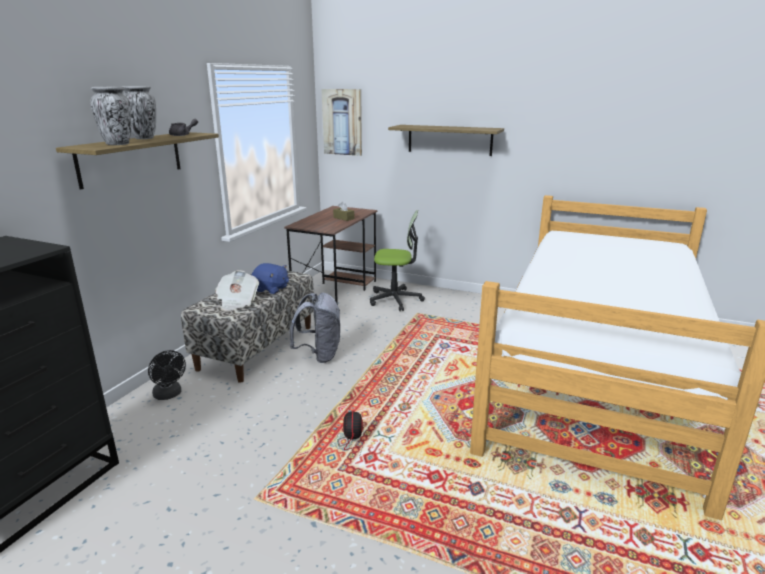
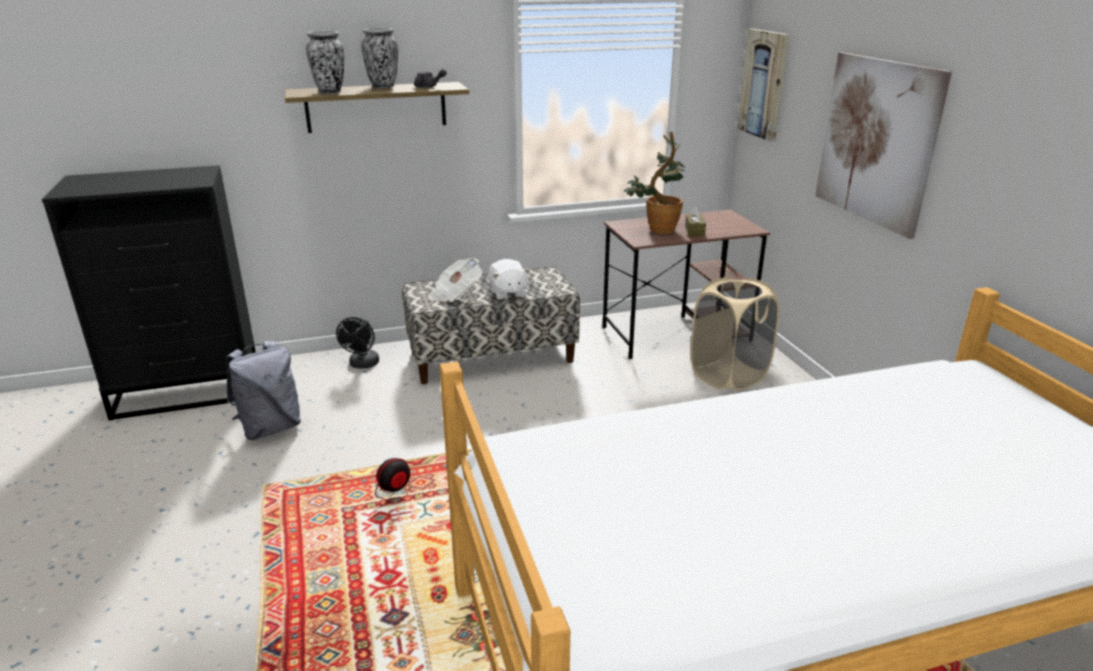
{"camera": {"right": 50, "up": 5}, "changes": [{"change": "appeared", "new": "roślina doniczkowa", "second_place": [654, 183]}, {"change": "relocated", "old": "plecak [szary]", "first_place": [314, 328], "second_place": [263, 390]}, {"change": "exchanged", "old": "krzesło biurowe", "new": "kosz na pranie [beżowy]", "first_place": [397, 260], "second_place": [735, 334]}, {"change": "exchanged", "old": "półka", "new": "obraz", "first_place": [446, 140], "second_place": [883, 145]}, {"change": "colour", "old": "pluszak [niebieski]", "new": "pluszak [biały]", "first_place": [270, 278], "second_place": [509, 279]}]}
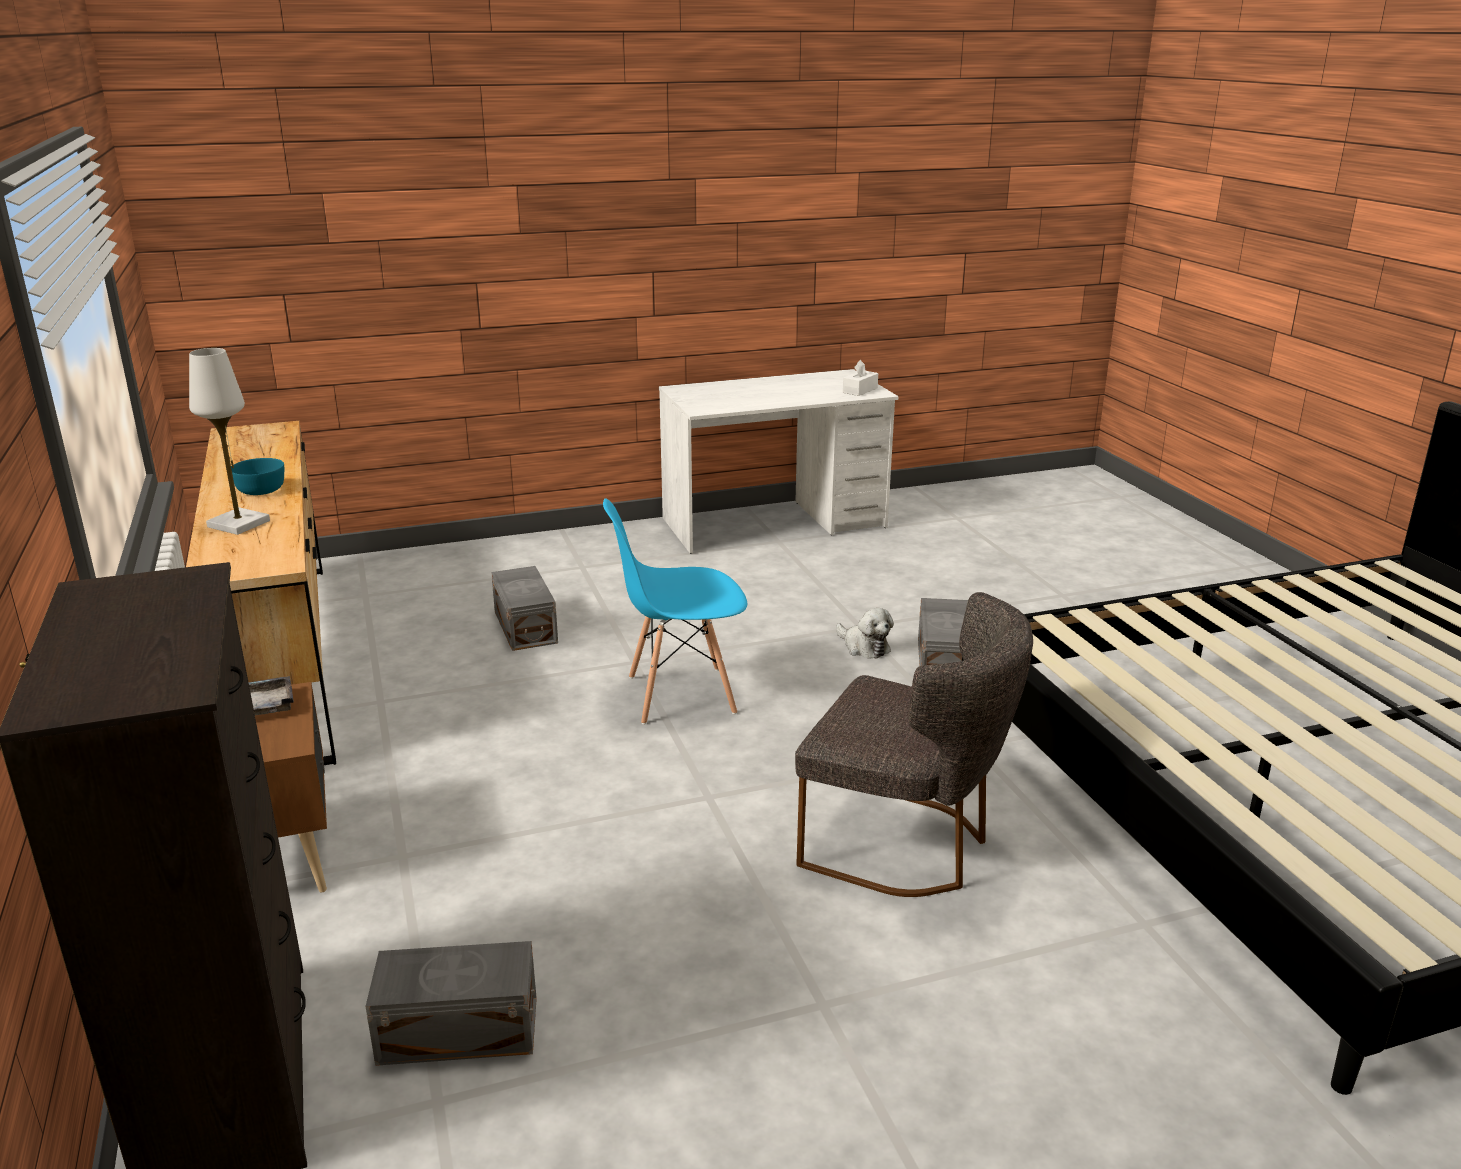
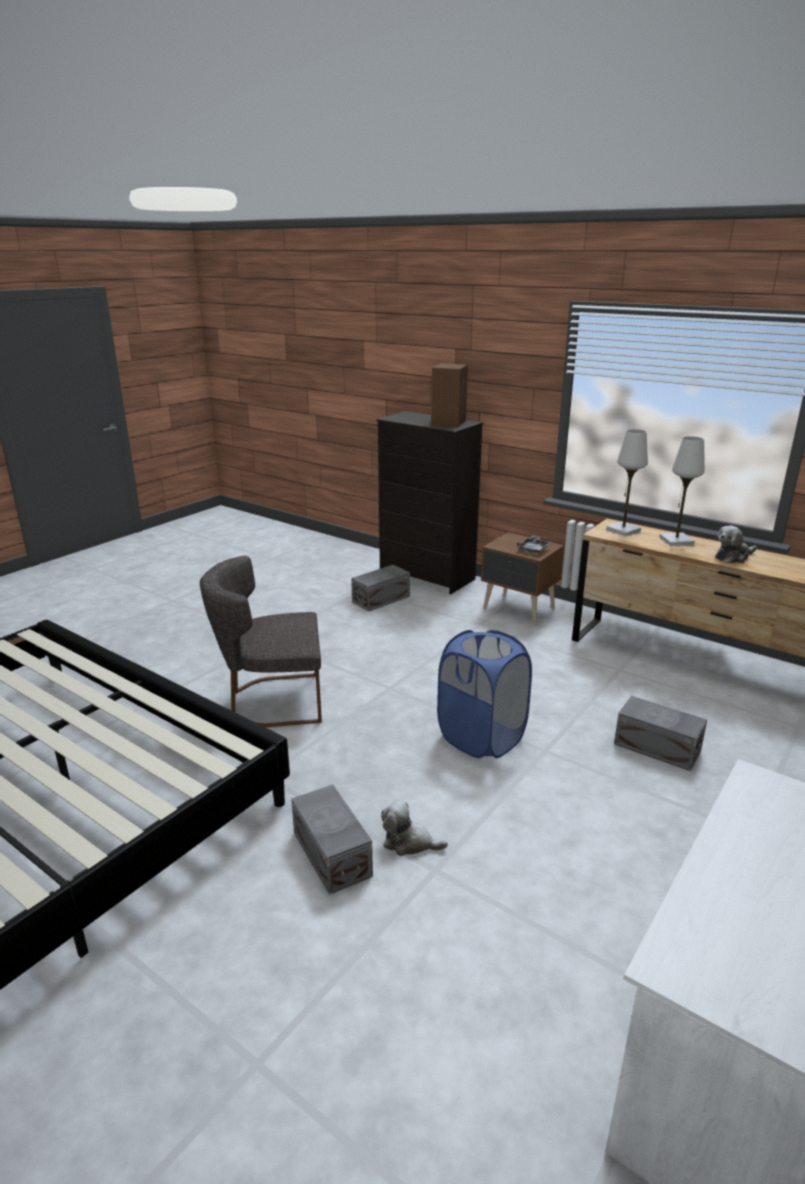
{"camera": {"right": 145, "up": 0}, "changes": [{"change": "missing", "old": "pudełko chusteczek [biały]", "first_place": [860, 378]}, {"change": "appeared", "new": "głośnik [brązowy]", "second_place": [449, 395]}, {"change": "appeared", "new": "lampa stołowa [biały]", "second_place": [627, 482]}, {"change": "exchanged", "old": "miska [turkusowy]", "new": "pluszak", "first_place": [257, 476], "second_place": [736, 545]}, {"change": "exchanged", "old": "krzesło [niebieski]", "new": "kosz na pranie [niebieski]", "first_place": [675, 611], "second_place": [484, 694]}]}
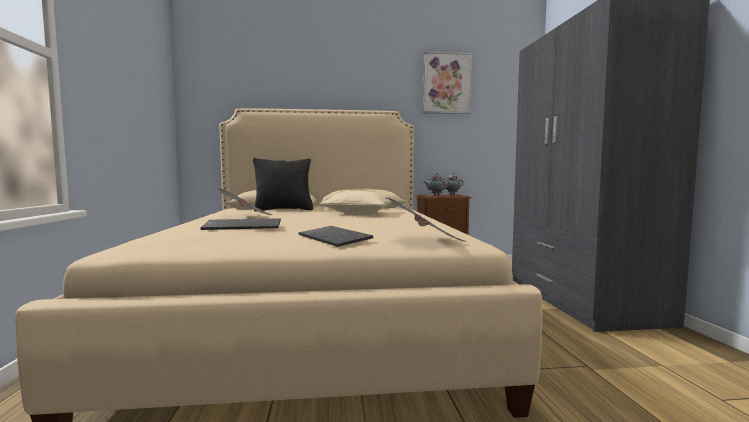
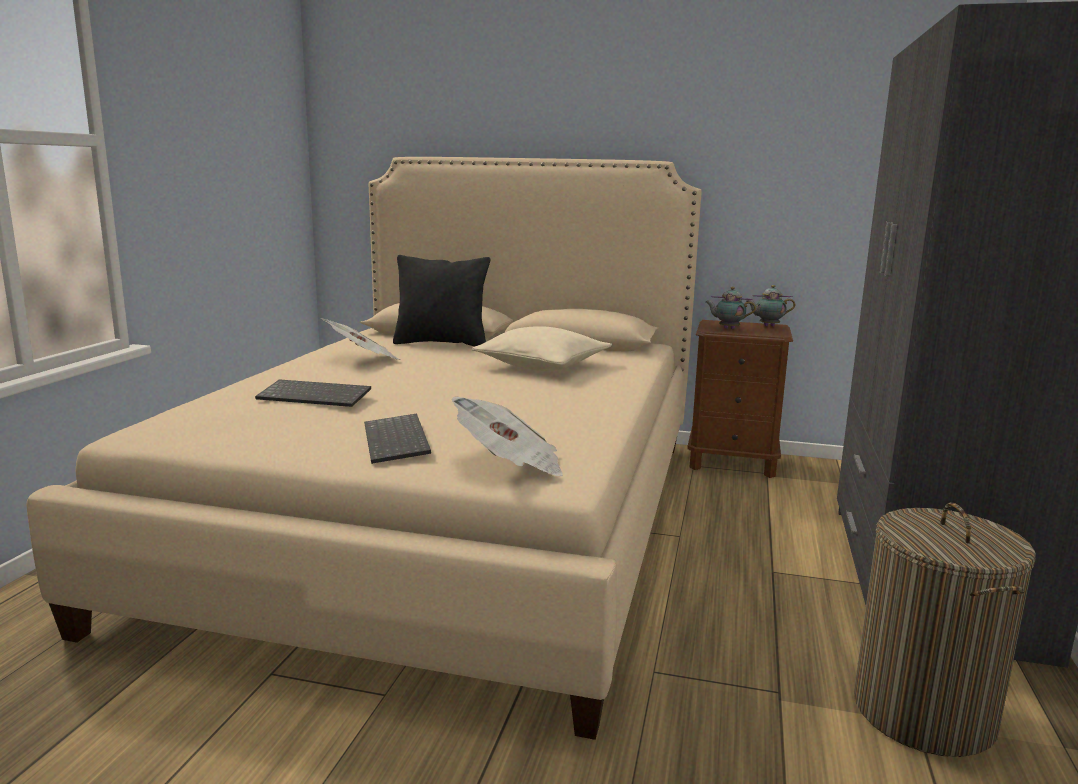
{"camera": {"right": 20, "up": 10}, "changes": [{"change": "missing", "old": "obraz", "first_place": [447, 83]}, {"change": "appeared", "new": "kosz na pranie", "second_place": [945, 630]}]}
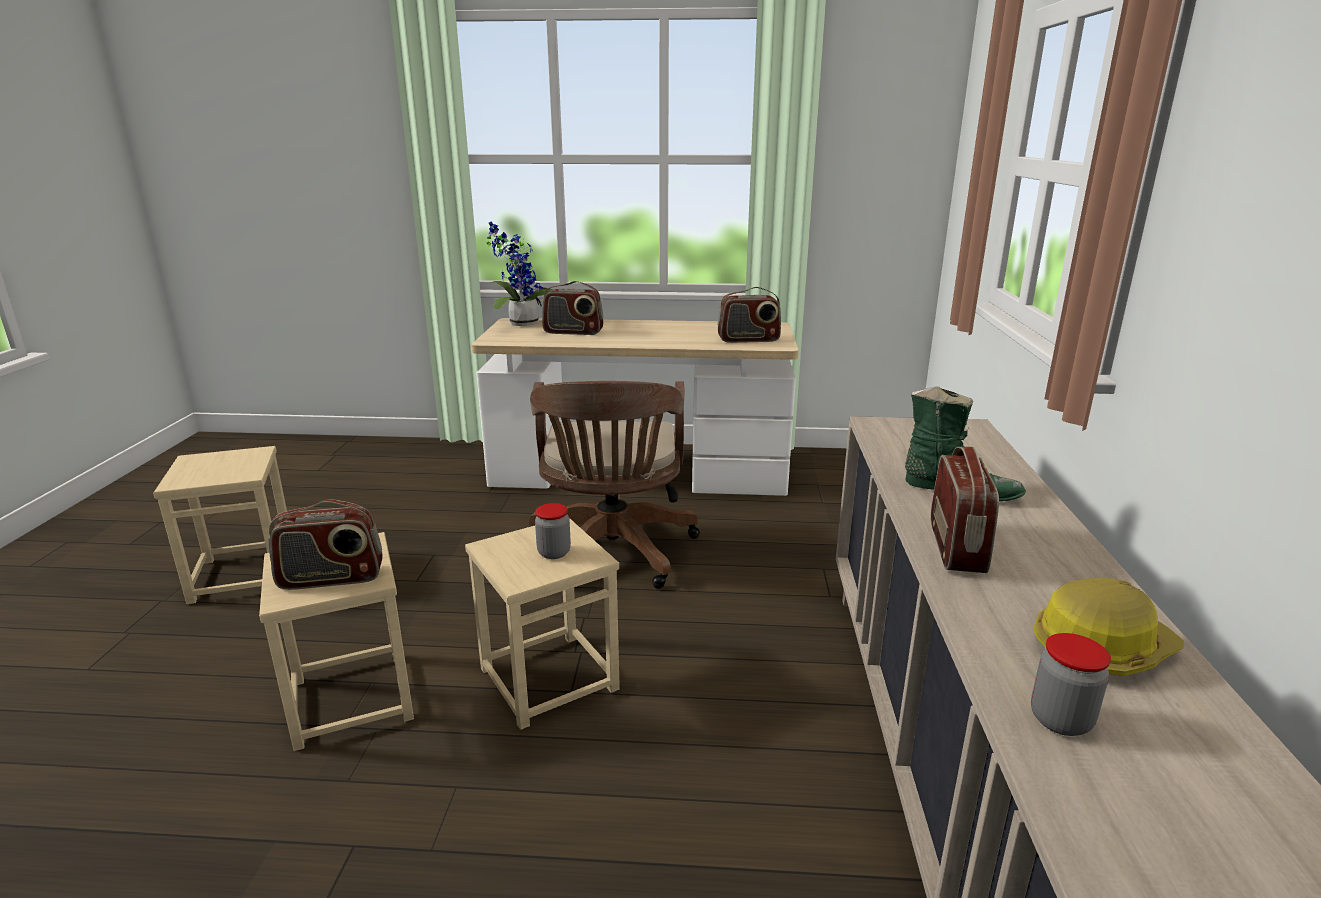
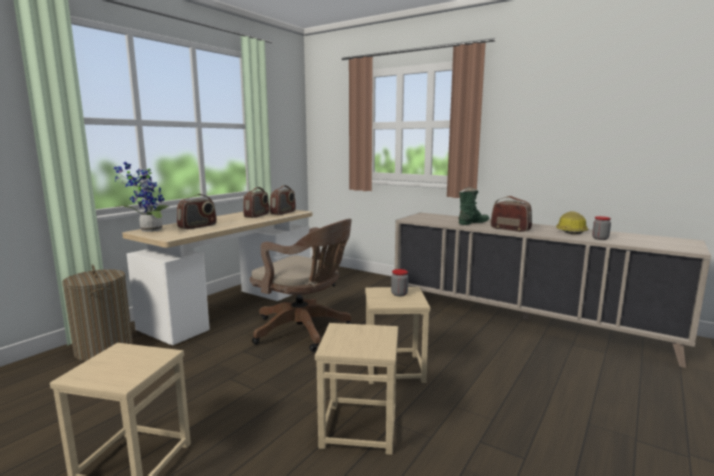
{"camera": {"right": -60, "up": -10}, "changes": [{"change": "appeared", "new": "kosz na pranie", "second_place": [97, 312]}, {"change": "relocated", "old": "radio", "first_place": [325, 544], "second_place": [256, 202]}]}
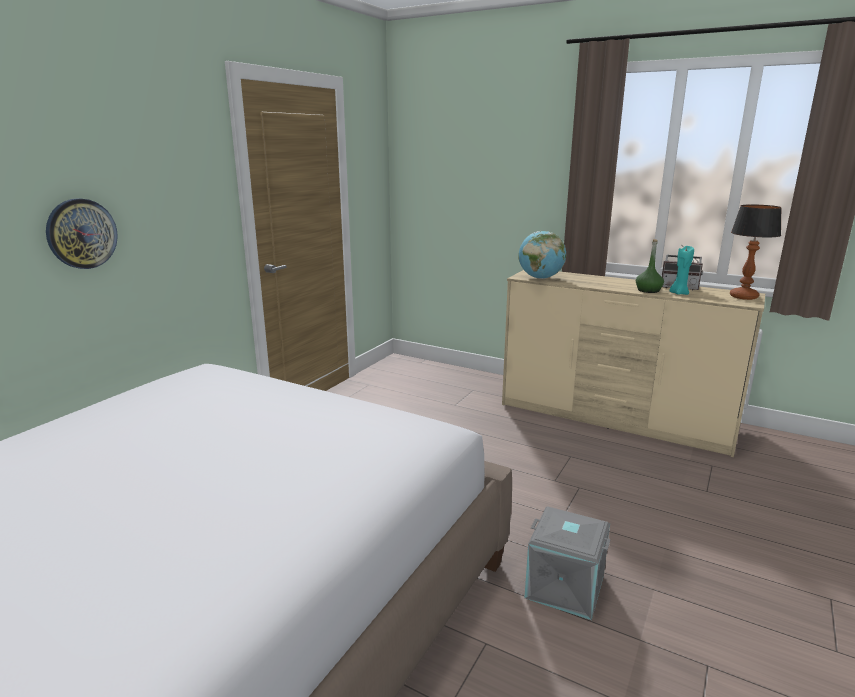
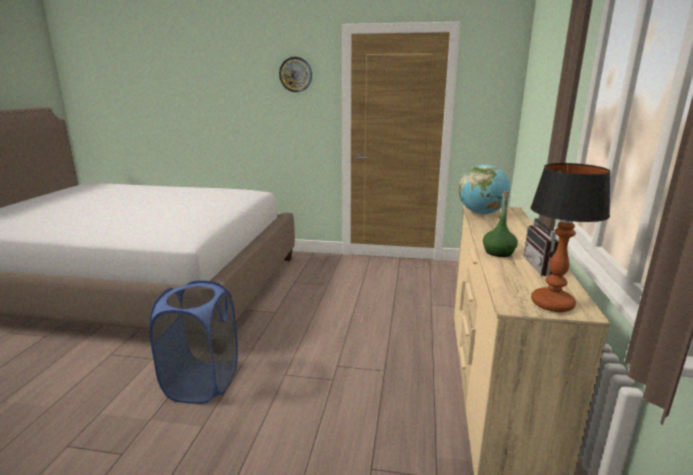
{"camera": {"right": 70, "up": 0}, "changes": [{"change": "missing", "old": "świeca [turkusowy]", "first_place": [681, 270]}, {"change": "relocated", "old": "zegar ścienny", "first_place": [82, 233], "second_place": [295, 74]}, {"change": "exchanged", "old": "pojemnik do przechowywania [szary]", "new": "kosz na pranie [niebieski]", "first_place": [567, 563], "second_place": [193, 342]}]}
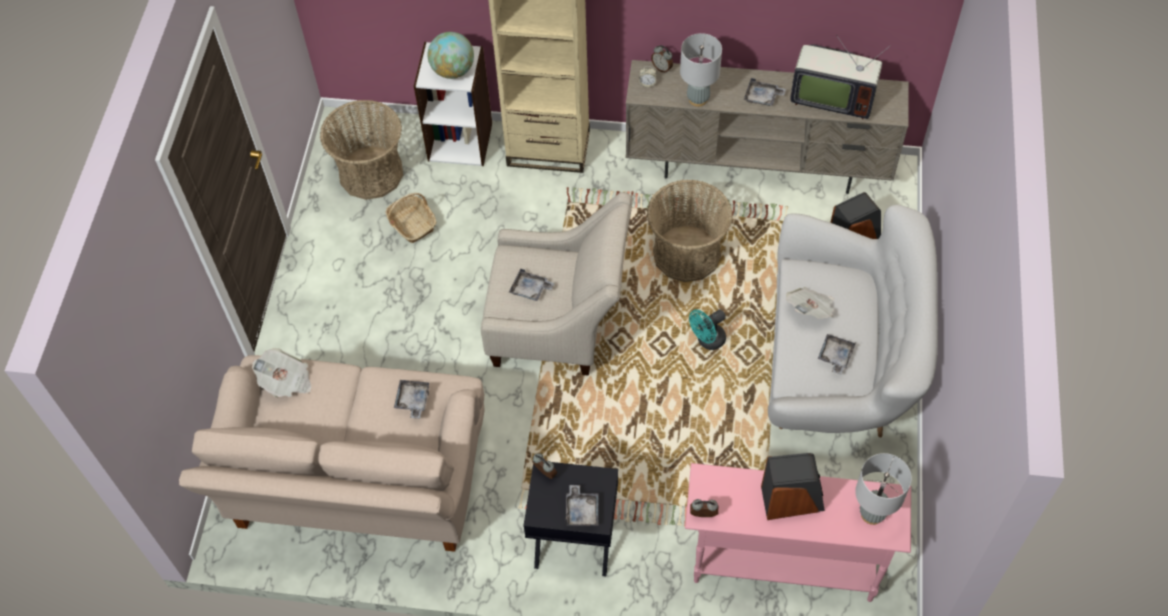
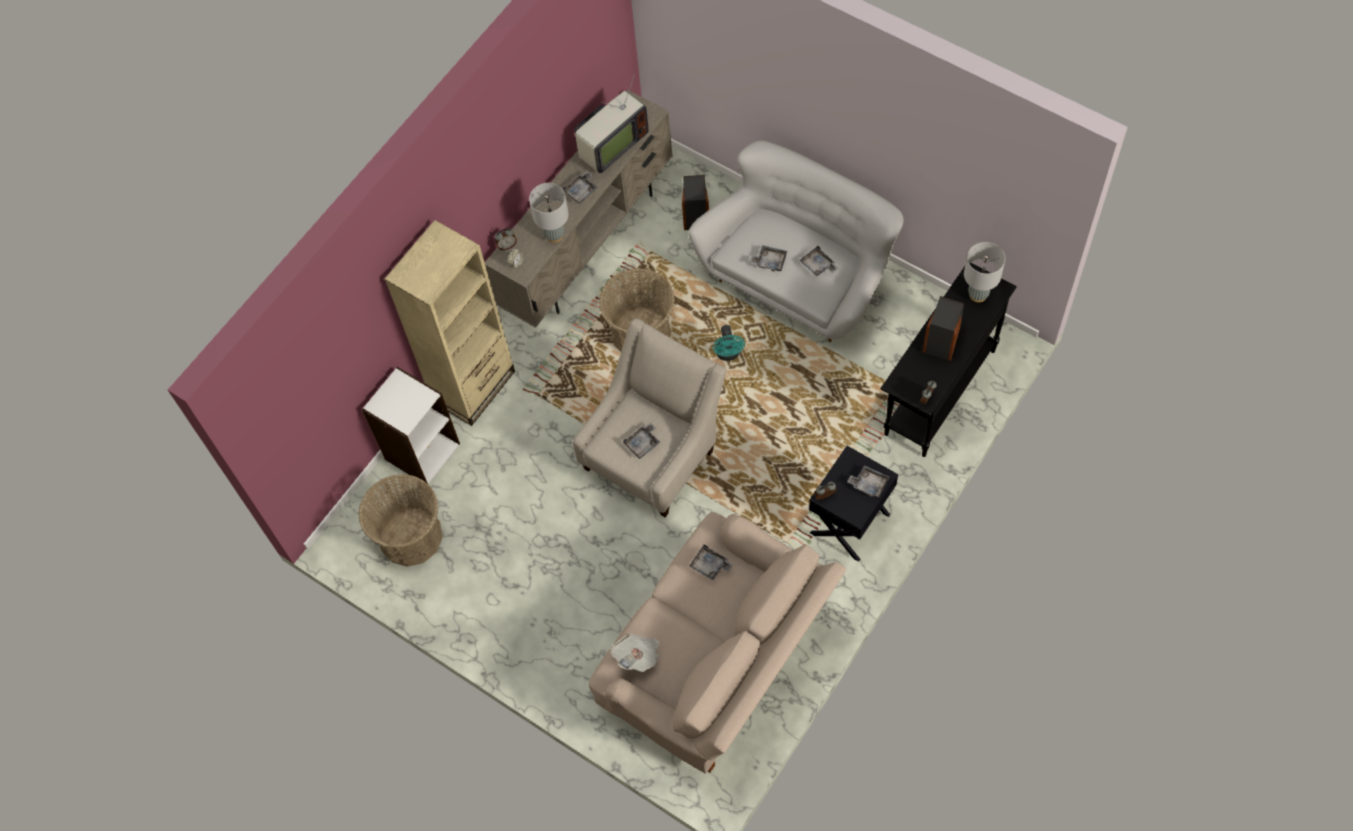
{"camera": {"right": -60, "up": 5}, "changes": [{"change": "missing", "old": "koszyk", "first_place": [410, 218]}, {"change": "missing", "old": "globus", "first_place": [451, 55]}, {"change": "exchanged", "old": "gazeta", "new": "taca [szary]", "first_place": [810, 303], "second_place": [768, 258]}, {"change": "colour", "old": "stolik konsolowy [różowy]", "new": "stolik konsolowy [czarny]", "first_place": [798, 532], "second_place": [948, 360]}]}
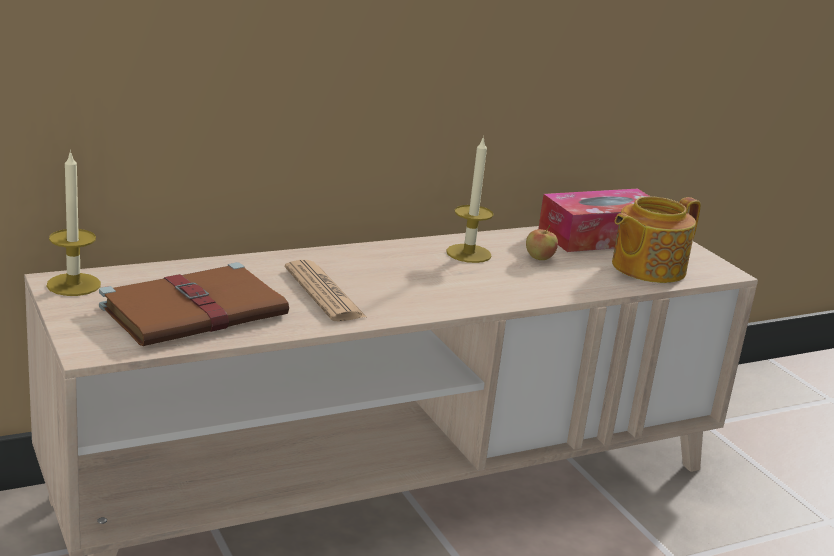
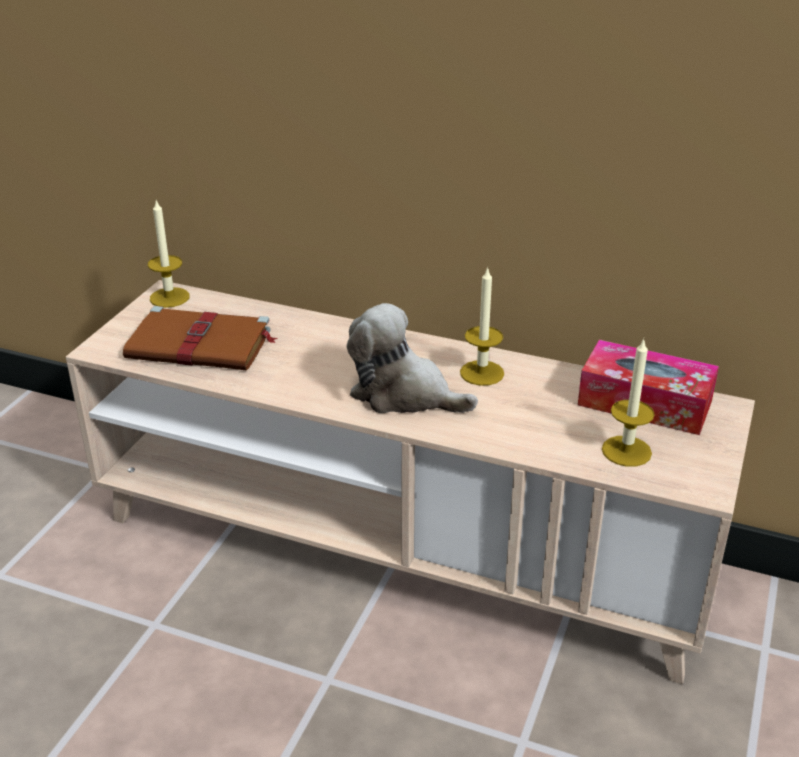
{"camera": {"right": 50, "up": 10}, "changes": [{"change": "missing", "old": "gazeta", "first_place": [326, 290]}, {"change": "missing", "old": "jabłko", "first_place": [542, 242]}, {"change": "appeared", "new": "pluszak", "second_place": [412, 358]}, {"change": "exchanged", "old": "imbryk", "new": "świeca", "first_place": [656, 239], "second_place": [628, 402]}]}
